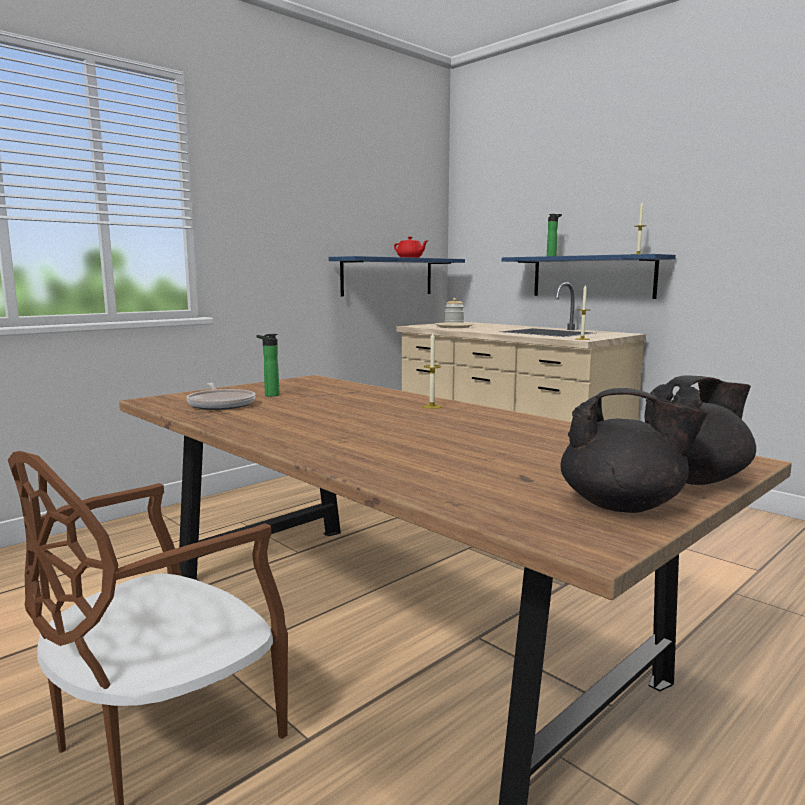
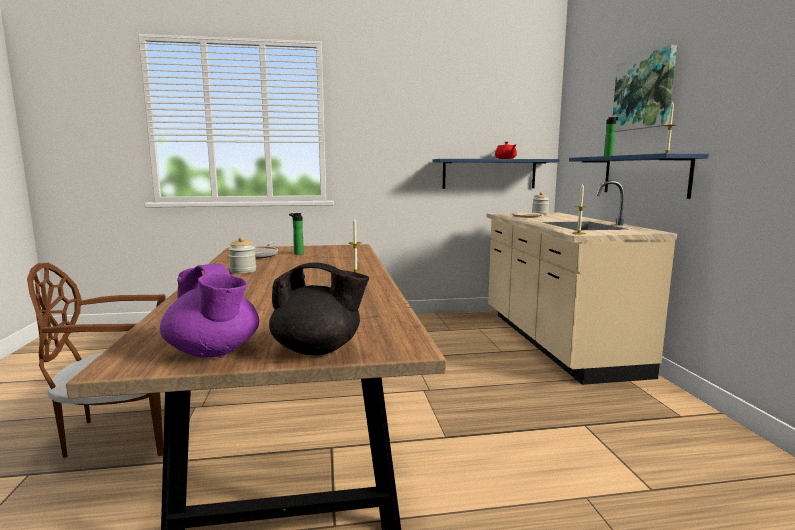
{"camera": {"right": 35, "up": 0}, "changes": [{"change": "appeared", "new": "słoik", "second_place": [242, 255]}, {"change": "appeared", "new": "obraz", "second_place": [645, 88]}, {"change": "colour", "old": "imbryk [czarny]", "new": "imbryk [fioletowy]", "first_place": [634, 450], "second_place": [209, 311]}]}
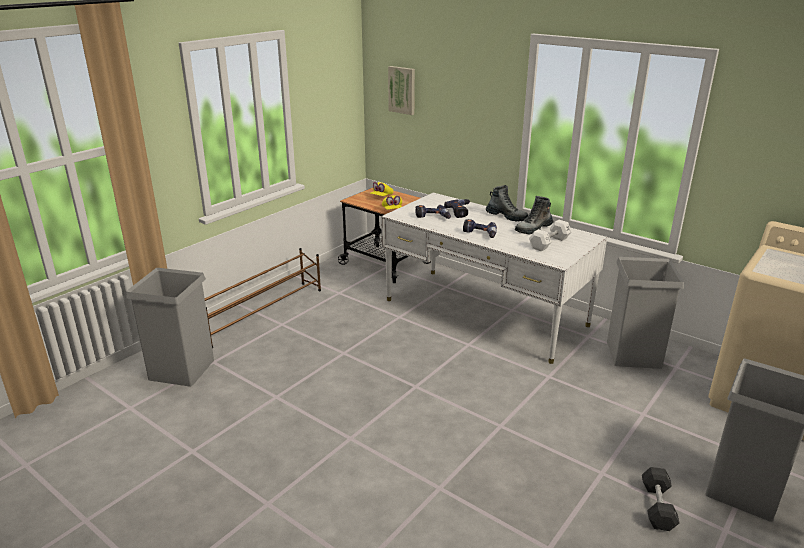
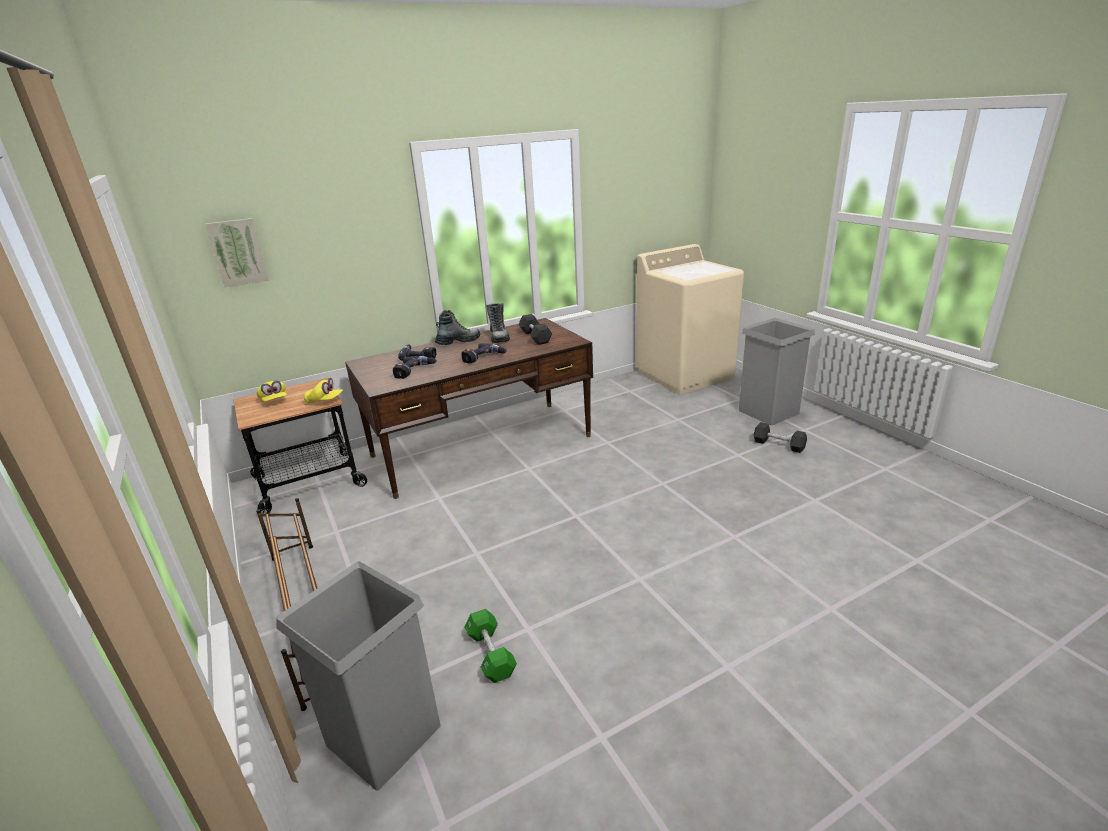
{"camera": {"right": -65, "up": 0}, "changes": [{"change": "missing", "old": "kosz na śmieci [szary]", "first_place": [645, 313]}, {"change": "appeared", "new": "hantel [zielony]", "second_place": [491, 646]}, {"change": "colour", "old": "biurko [biały]", "new": "biurko [brązowy]", "first_place": [494, 278], "second_place": [469, 408]}, {"change": "colour", "old": "hantel [biały]", "new": "hantel [czarny]", "first_place": [550, 236], "second_place": [535, 329]}]}
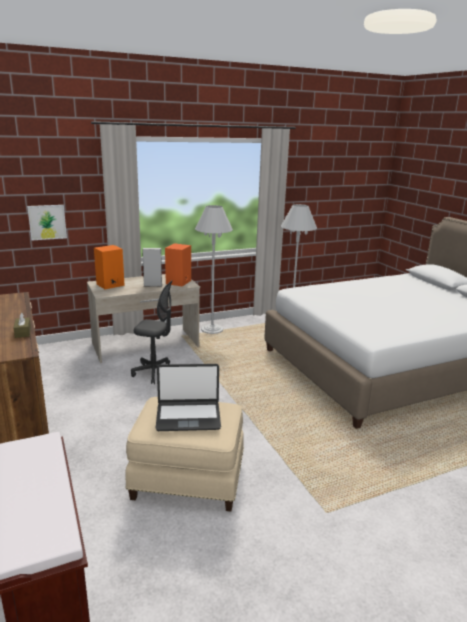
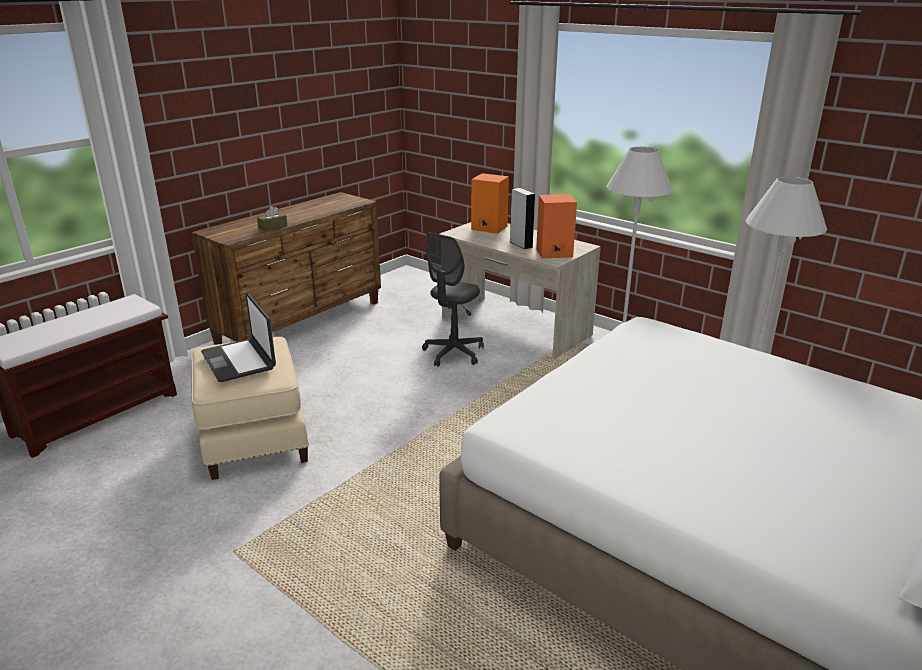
{"camera": {"right": 65, "up": 5}, "changes": [{"change": "missing", "old": "obraz", "first_place": [47, 222]}, {"change": "spun", "old": "krzesło biurowe [szary]", "first_place": [151, 332], "second_place": [453, 299], "degrees": 45}]}
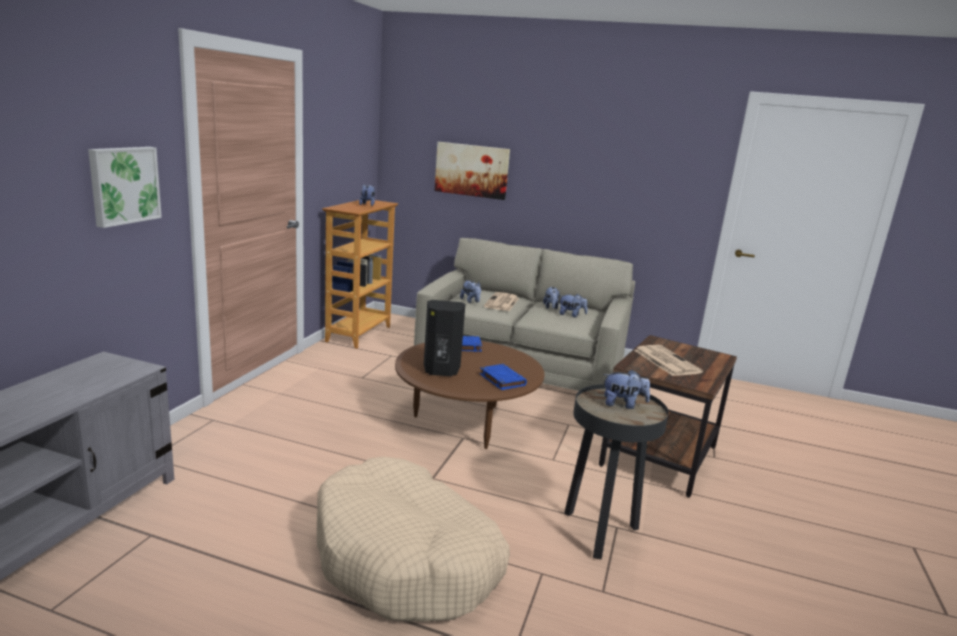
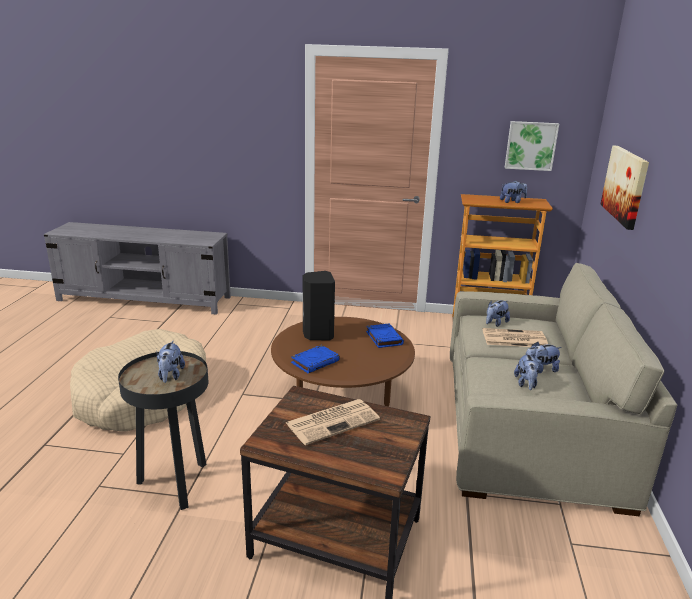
{"camera": {"right": 80, "up": 5}, "changes": [{"change": "relocated", "old": "obraz", "first_place": [125, 187], "second_place": [531, 146]}]}
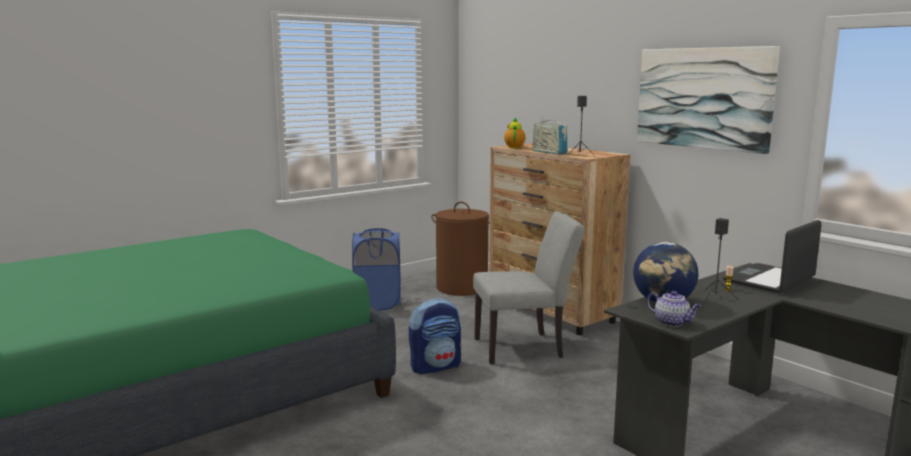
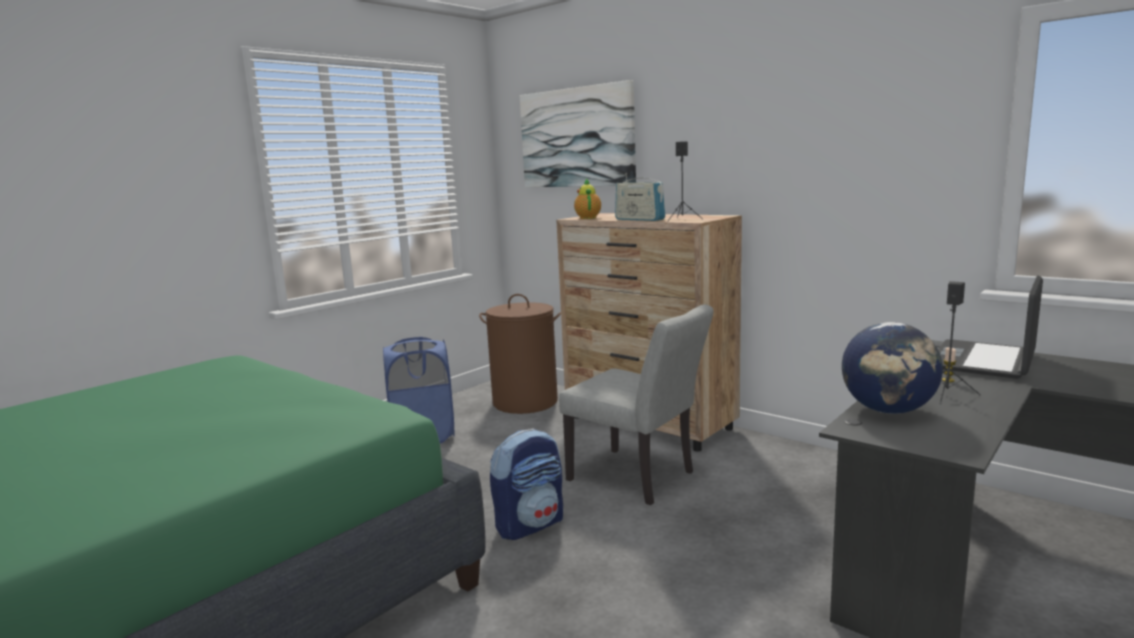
{"camera": {"right": -10, "up": 0}, "changes": [{"change": "missing", "old": "imbryk", "first_place": [673, 309]}, {"change": "relocated", "old": "obraz", "first_place": [708, 100], "second_place": [578, 133]}, {"change": "spun", "old": "krzesło [szary]", "first_place": [529, 287], "second_place": [636, 404], "degrees": 60}]}
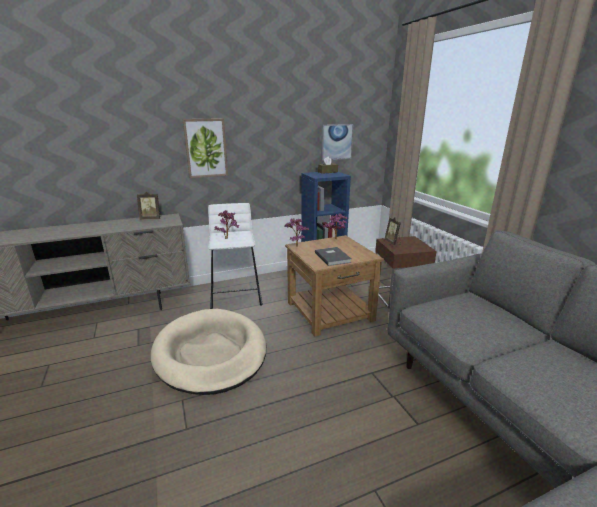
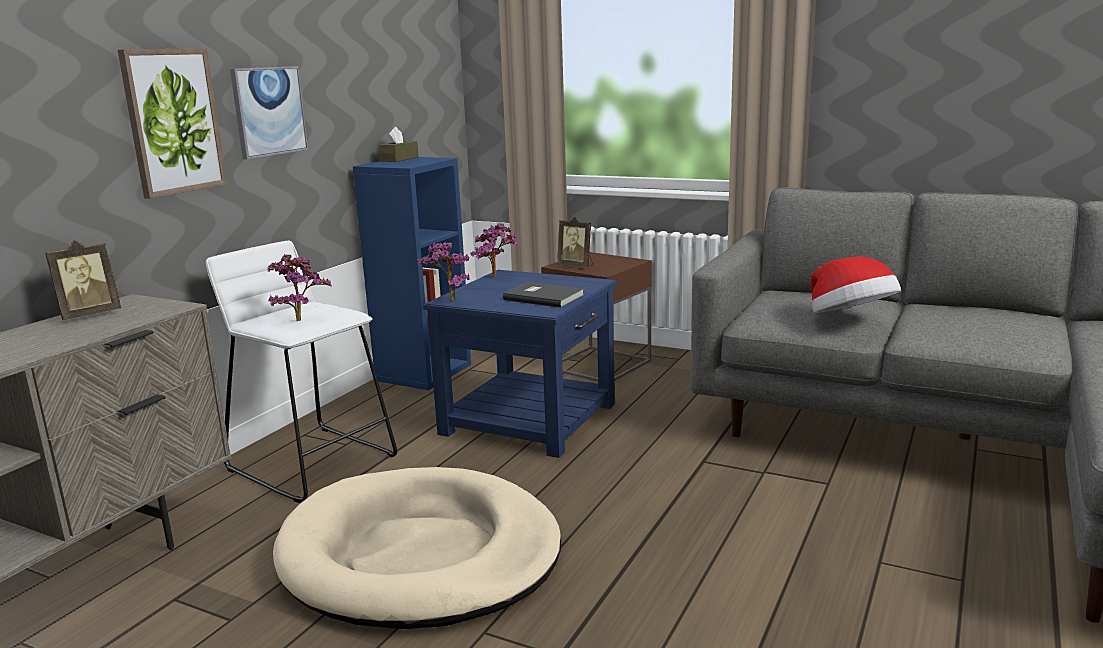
{"camera": {"right": -40, "up": -5}, "changes": [{"change": "appeared", "new": "kapelusz", "second_place": [856, 284]}, {"change": "relocated", "old": "obraz", "first_place": [337, 142], "second_place": [269, 112]}, {"change": "colour", "old": "stolik [brązowy]", "new": "stolik [niebieski]", "first_place": [334, 286], "second_place": [520, 364]}]}
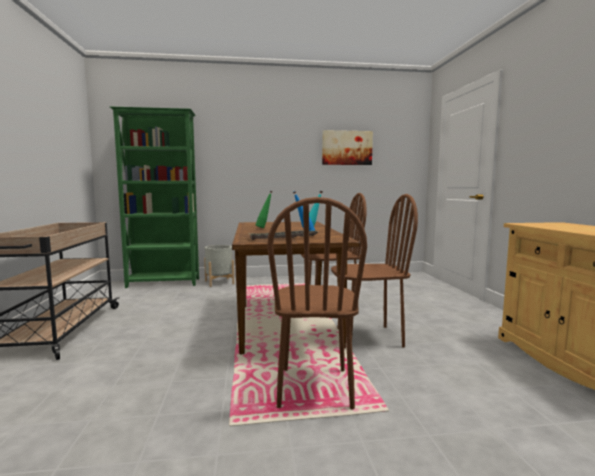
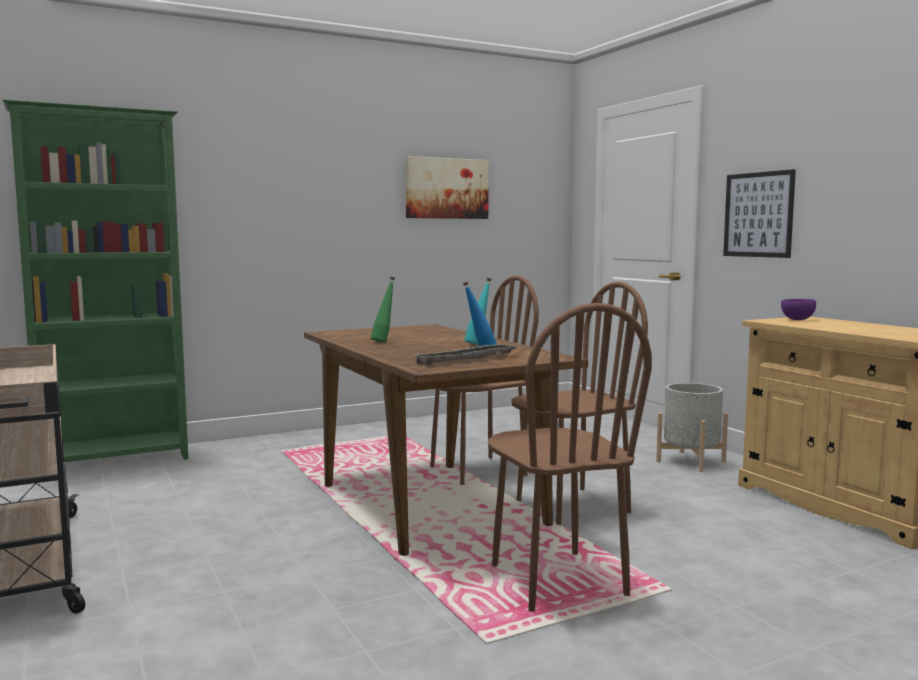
{"camera": {"right": -20, "up": 0}, "changes": [{"change": "appeared", "new": "obraz", "second_place": [759, 213]}, {"change": "appeared", "new": "miska [fioletowy]", "second_place": [798, 309]}, {"change": "relocated", "old": "donica [szary]", "first_place": [219, 266], "second_place": [692, 427]}]}
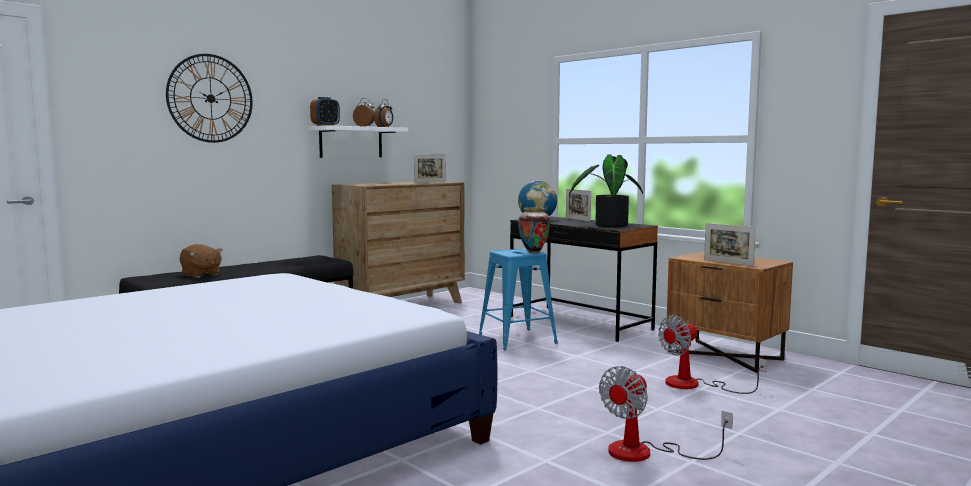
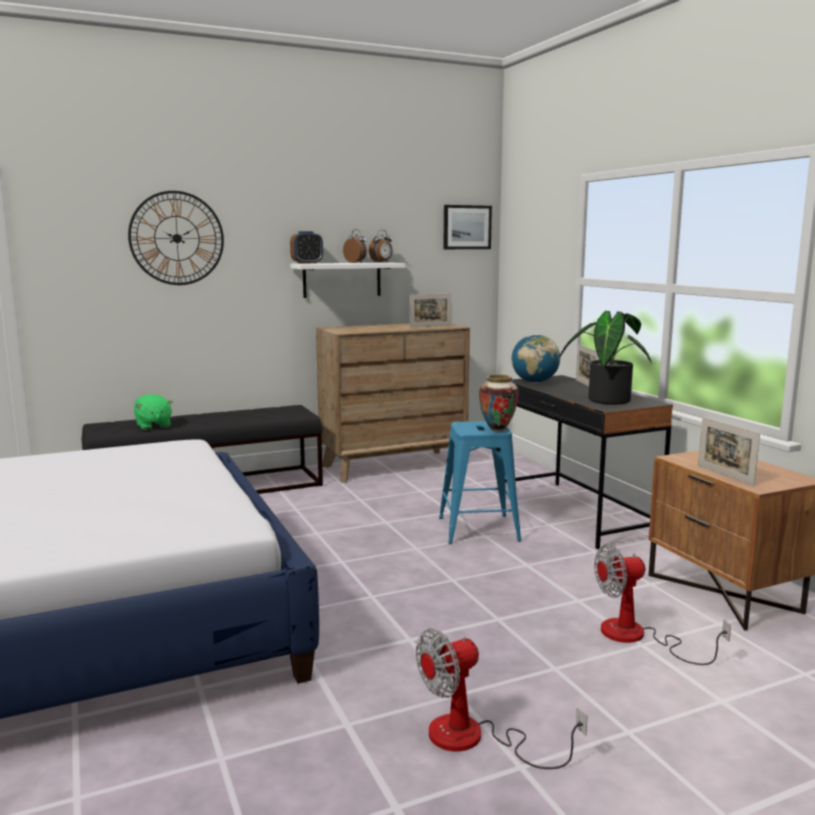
{"camera": {"right": 20, "up": 5}, "changes": [{"change": "appeared", "new": "obraz", "second_place": [467, 227]}, {"change": "colour", "old": "pluszak [brązowy]", "new": "pluszak [zielony]", "first_place": [201, 261], "second_place": [153, 412]}]}
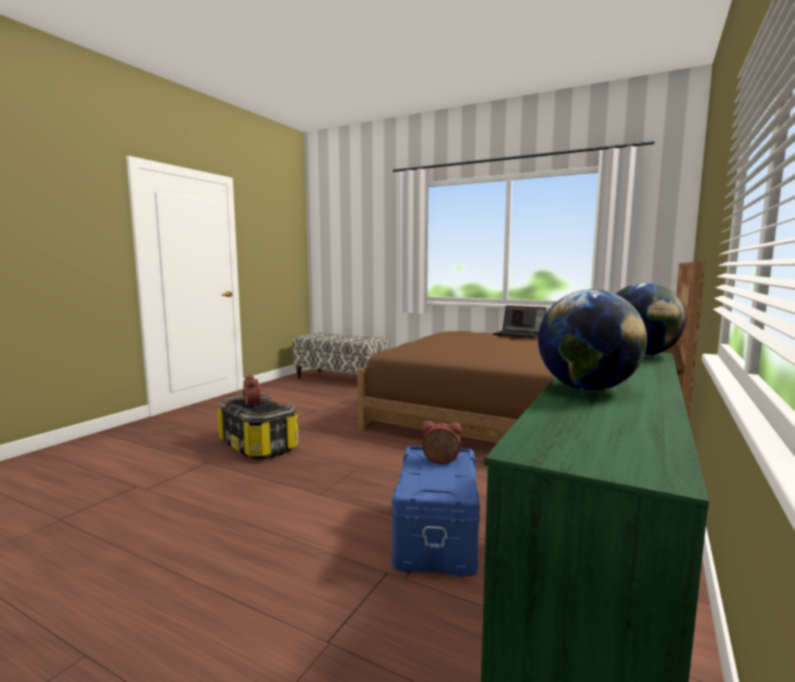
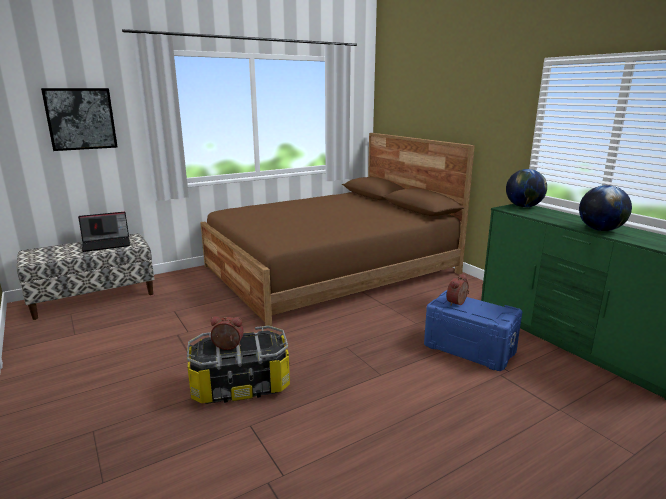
{"camera": {"right": -60, "up": 10}, "changes": [{"change": "appeared", "new": "obraz", "second_place": [79, 119]}, {"change": "relocated", "old": "laptop", "first_place": [519, 322], "second_place": [104, 232]}]}
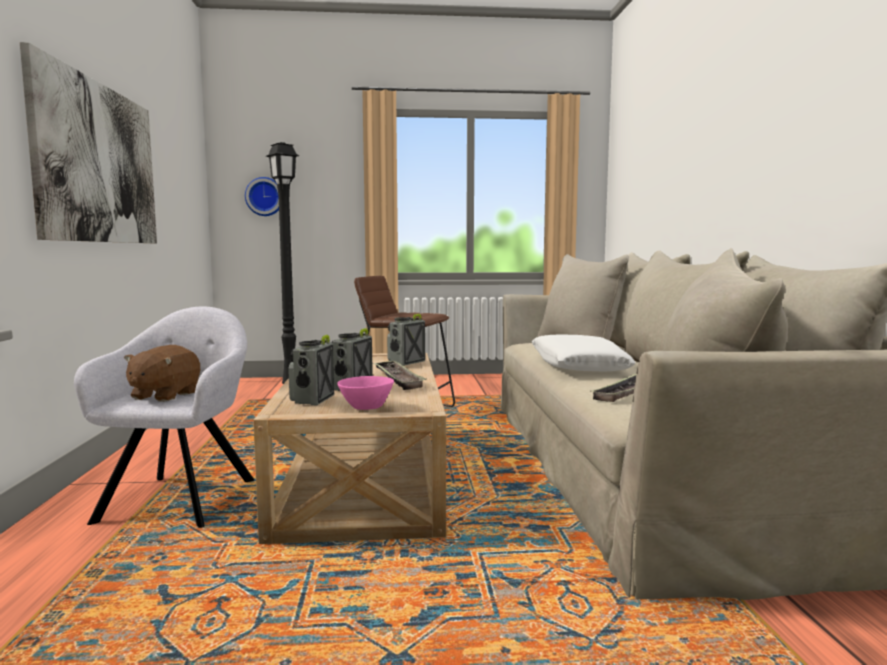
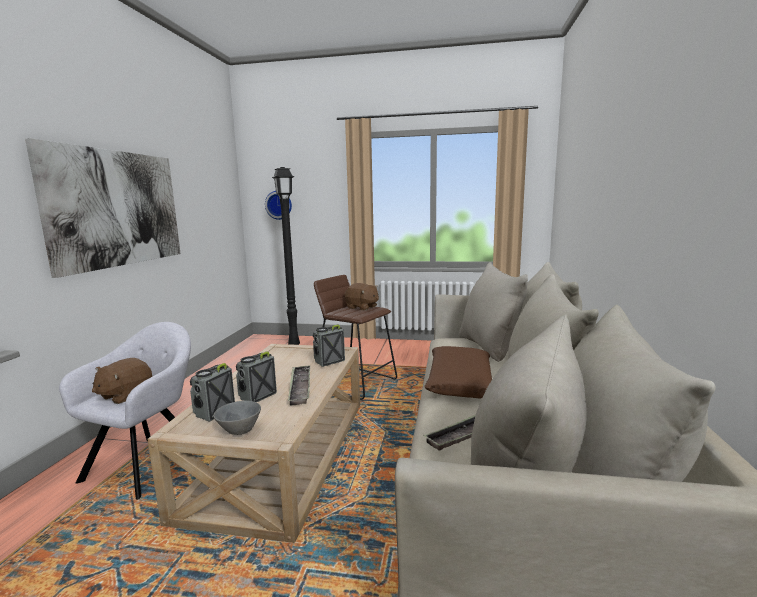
{"camera": {"right": 15, "up": 5}, "changes": [{"change": "appeared", "new": "pluszak [brązowy]", "second_place": [362, 297]}, {"change": "colour", "old": "miska [różowy]", "new": "miska [szary]", "first_place": [365, 393], "second_place": [237, 418]}, {"change": "colour", "old": "poduszka [biały]", "new": "poduszka [brązowy]", "first_place": [583, 353], "second_place": [458, 372]}]}
